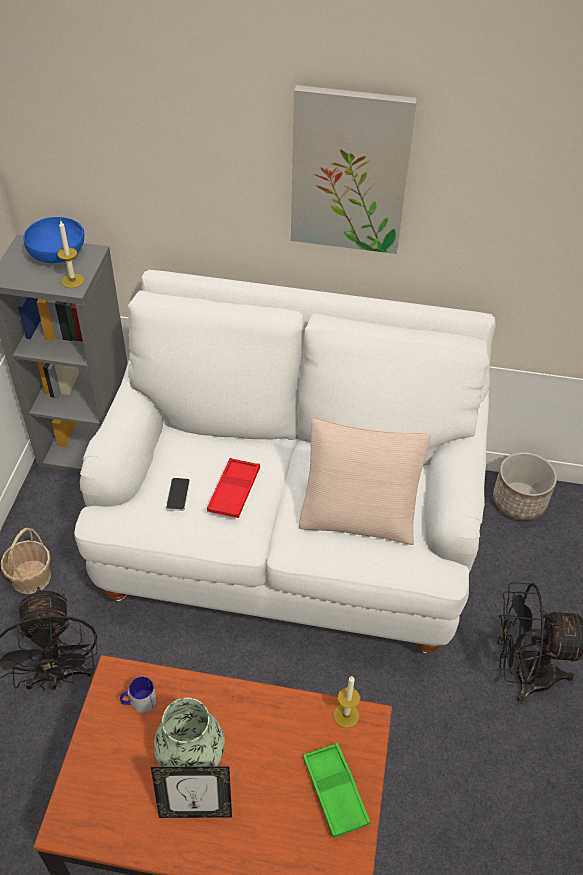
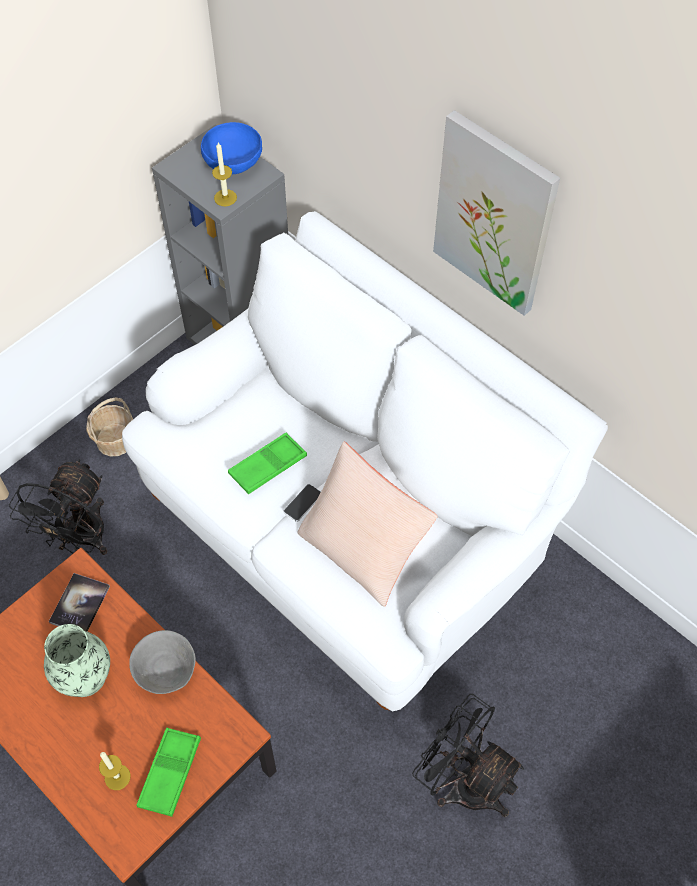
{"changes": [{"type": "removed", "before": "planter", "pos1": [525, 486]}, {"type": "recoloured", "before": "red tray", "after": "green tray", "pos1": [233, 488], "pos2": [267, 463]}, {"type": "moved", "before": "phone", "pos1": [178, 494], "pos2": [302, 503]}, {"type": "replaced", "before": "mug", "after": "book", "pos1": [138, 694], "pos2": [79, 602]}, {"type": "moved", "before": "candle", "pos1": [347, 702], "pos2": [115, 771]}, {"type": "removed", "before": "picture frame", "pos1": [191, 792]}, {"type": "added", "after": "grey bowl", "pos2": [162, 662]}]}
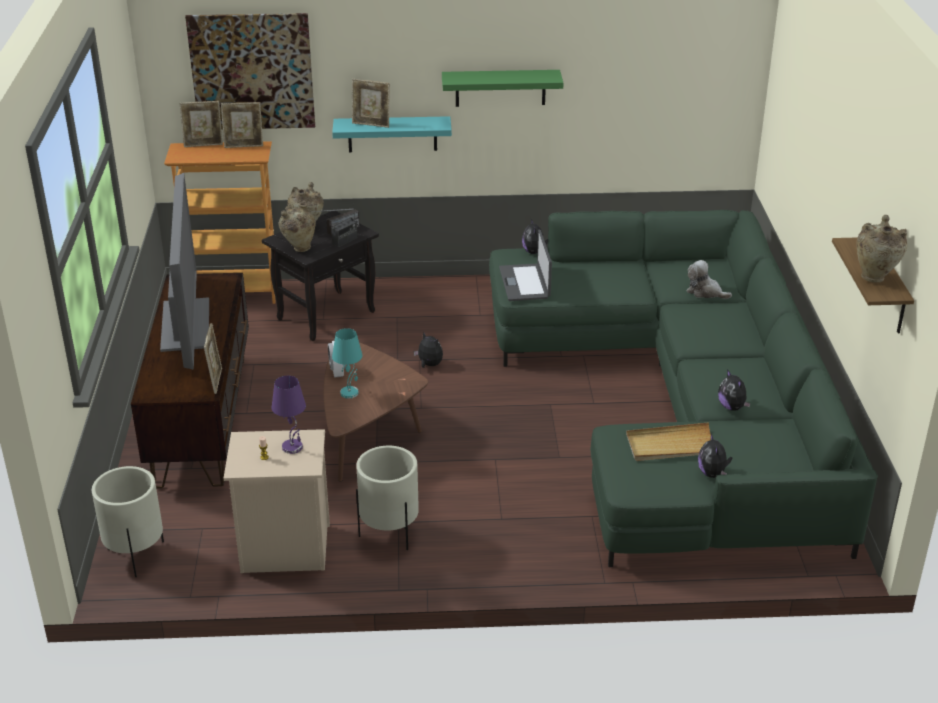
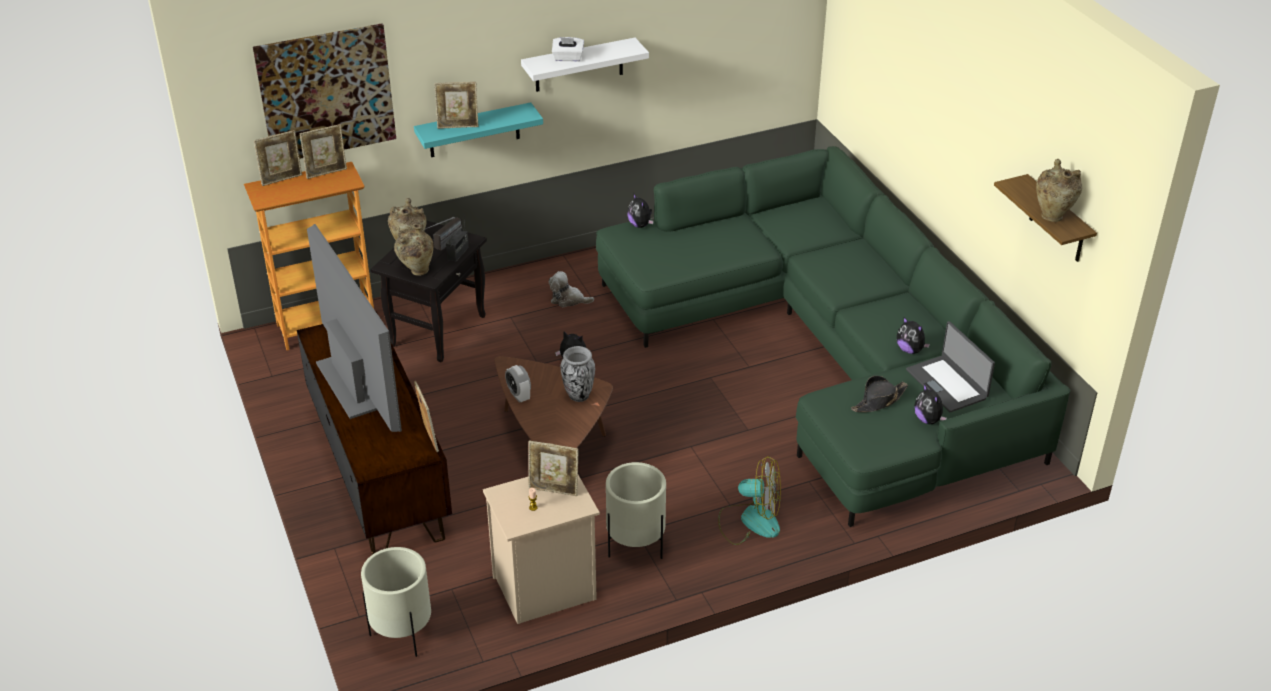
{"changes": [{"type": "recoloured", "before": "green shelf", "after": "white shelf", "pos1": [503, 88], "pos2": [585, 65]}, {"type": "moved", "before": "laptop", "pos1": [525, 265], "pos2": [950, 366]}, {"type": "moved", "before": "plush toy", "pos1": [709, 279], "pos2": [571, 289]}, {"type": "removed", "before": "turquoise table lamp", "pos1": [347, 363]}, {"type": "replaced", "before": "purple table lamp", "after": "picture frame", "pos1": [289, 415], "pos2": [553, 468]}, {"type": "replaced", "before": "beige tray", "after": "black hat", "pos1": [668, 441], "pos2": [879, 394]}, {"type": "added", "after": "white tissue box", "pos2": [568, 49]}, {"type": "added", "after": "vase", "pos2": [577, 374]}, {"type": "added", "after": "fan", "pos2": [749, 500]}]}
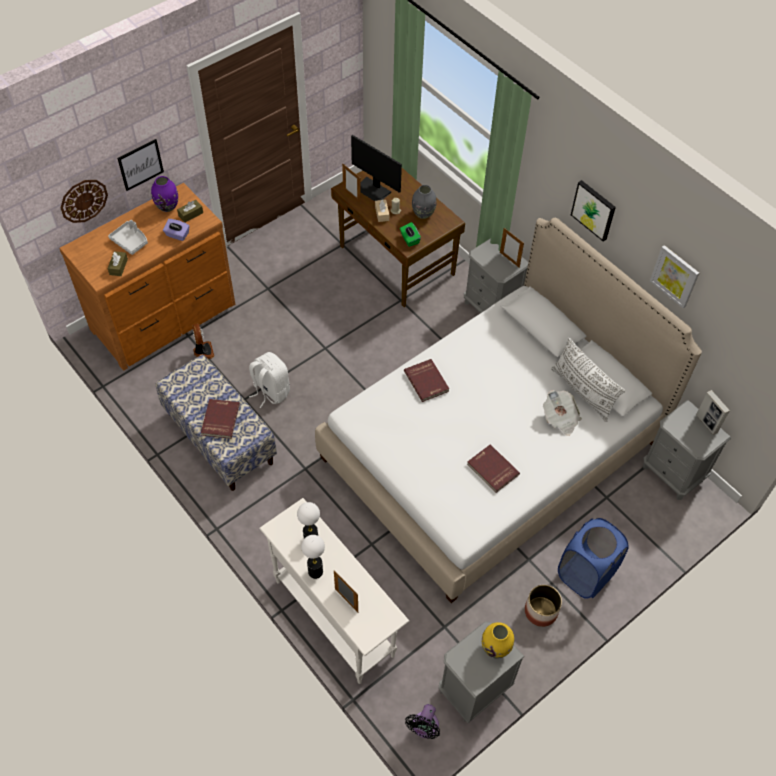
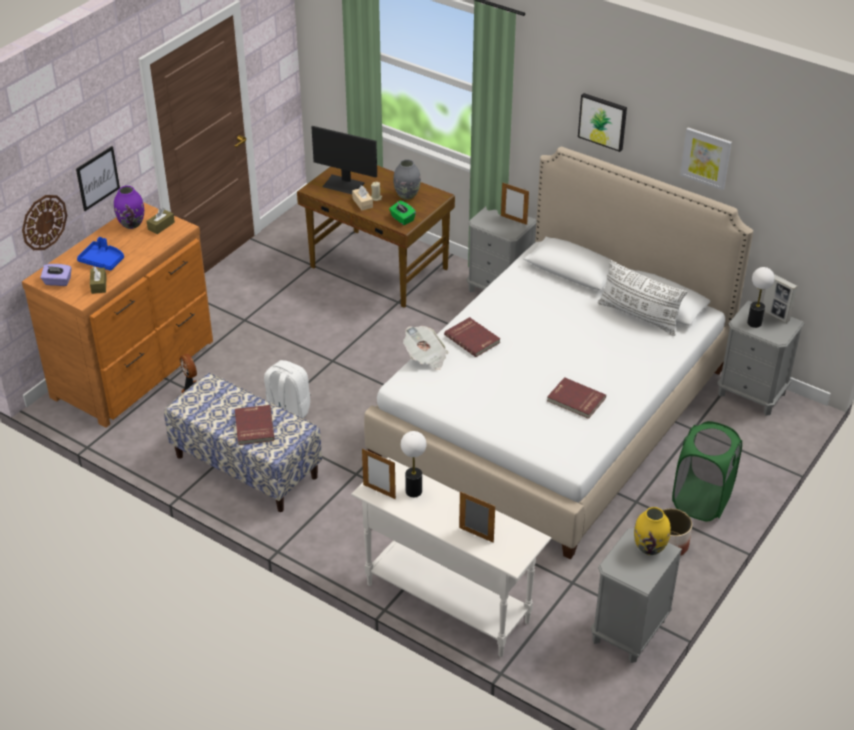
{"changes": [{"type": "moved", "before": "picture frame", "pos1": [351, 183], "pos2": [379, 474]}, {"type": "moved", "before": "purple tissue box", "pos1": [176, 230], "pos2": [56, 275]}, {"type": "recoloured", "before": "grey tray", "after": "blue tray", "pos1": [128, 237], "pos2": [100, 254]}, {"type": "moved", "before": "newspaper", "pos1": [562, 413], "pos2": [425, 348]}, {"type": "recoloured", "before": "blue laundry basket", "after": "green laundry basket", "pos1": [593, 558], "pos2": [707, 471]}, {"type": "moved", "before": "table lamp", "pos1": [313, 557], "pos2": [761, 297]}, {"type": "removed", "before": "black fan", "pos1": [422, 721]}]}
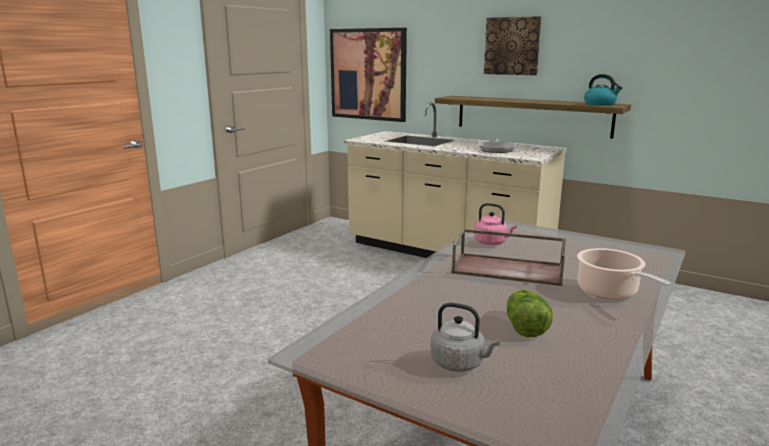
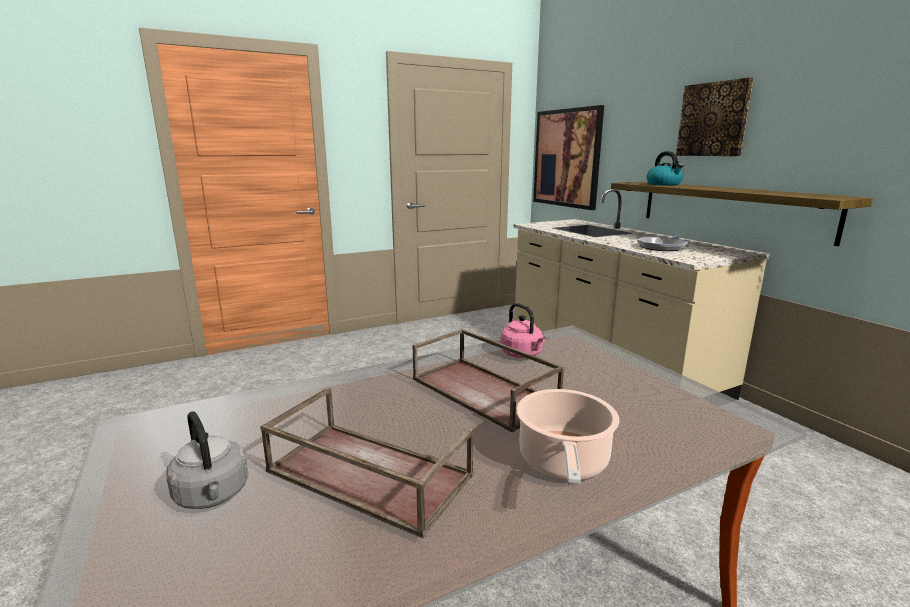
{"changes": [{"type": "moved", "before": "kettle", "pos1": [603, 90], "pos2": [665, 168]}, {"type": "replaced", "before": "lettuce", "after": "brown tray", "pos1": [530, 313], "pos2": [367, 462]}]}
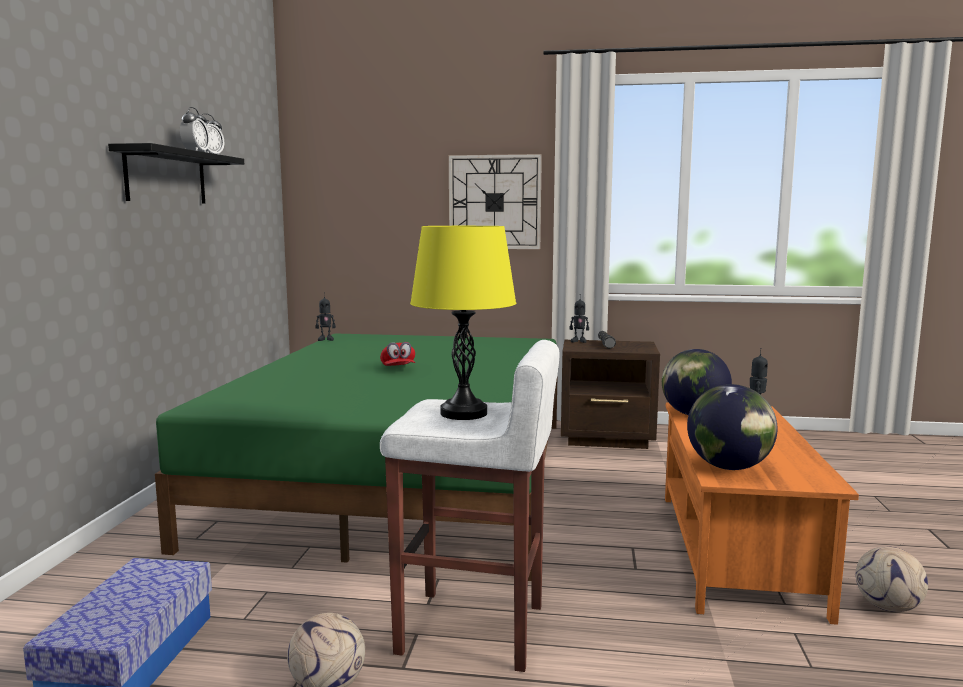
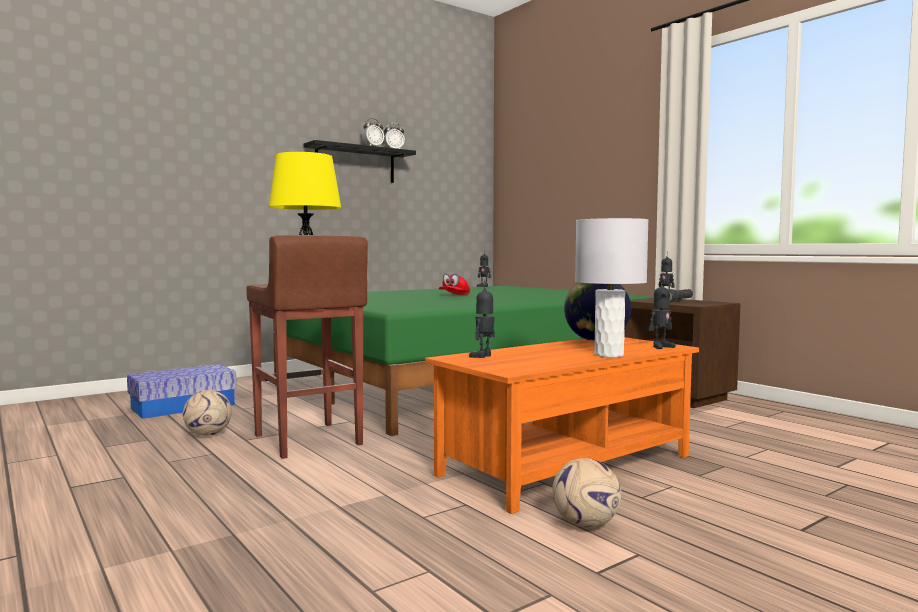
{"changes": [{"type": "removed", "before": "wall clock", "pos1": [495, 201]}, {"type": "recoloured", "before": "white stool", "after": "brown stool", "pos1": [470, 506], "pos2": [307, 347]}, {"type": "replaced", "before": "globe", "after": "toy robot", "pos1": [732, 427], "pos2": [482, 319]}, {"type": "added", "after": "grey table lamp", "pos2": [612, 287]}]}
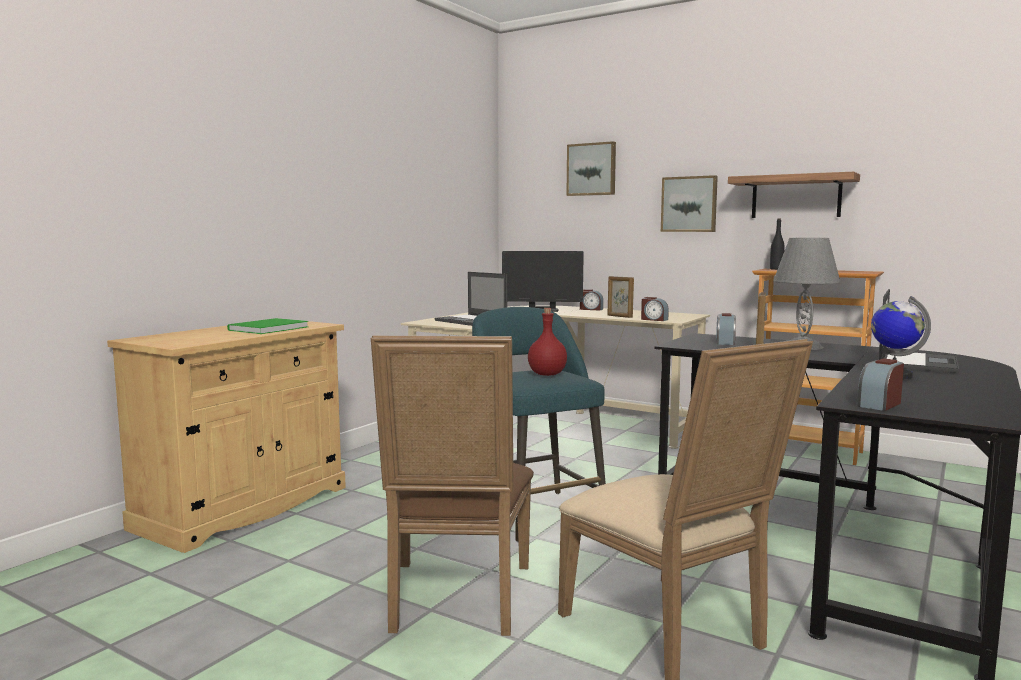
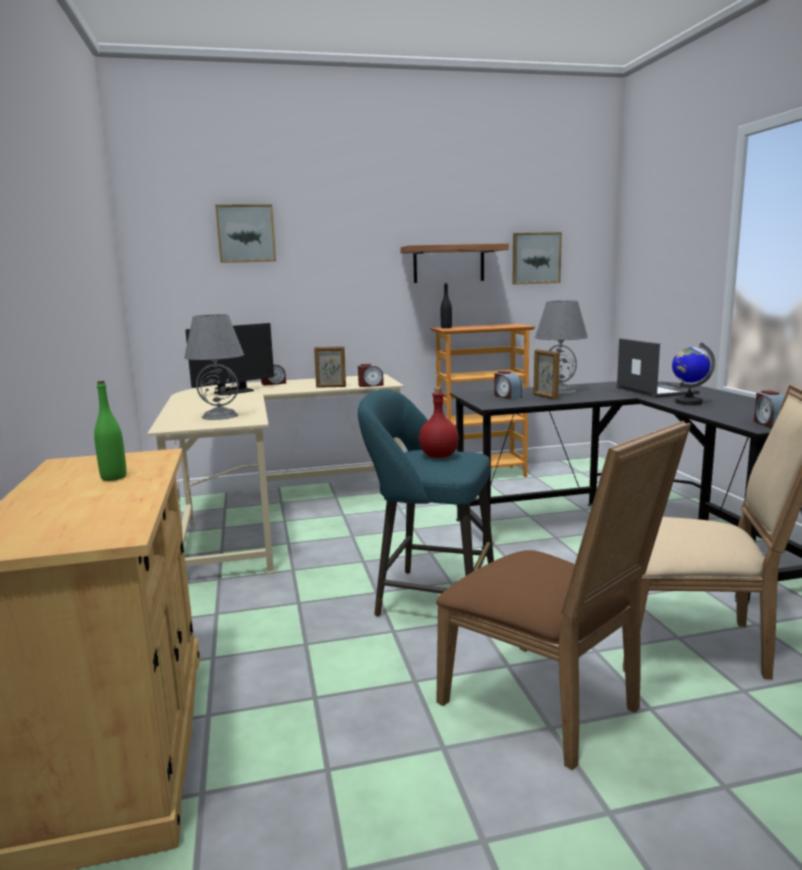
{"changes": [{"type": "moved", "before": "picture", "pos1": [689, 203], "pos2": [537, 258]}, {"type": "replaced", "before": "laptop", "after": "grey table lamp", "pos1": [471, 299], "pos2": [214, 367]}, {"type": "replaced", "before": "green book", "after": "green bottle", "pos1": [267, 326], "pos2": [110, 431]}]}
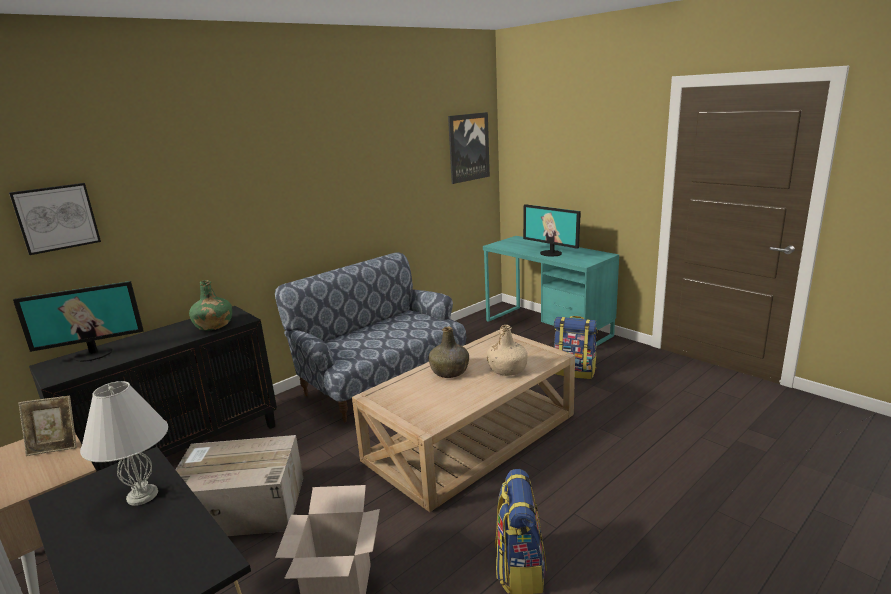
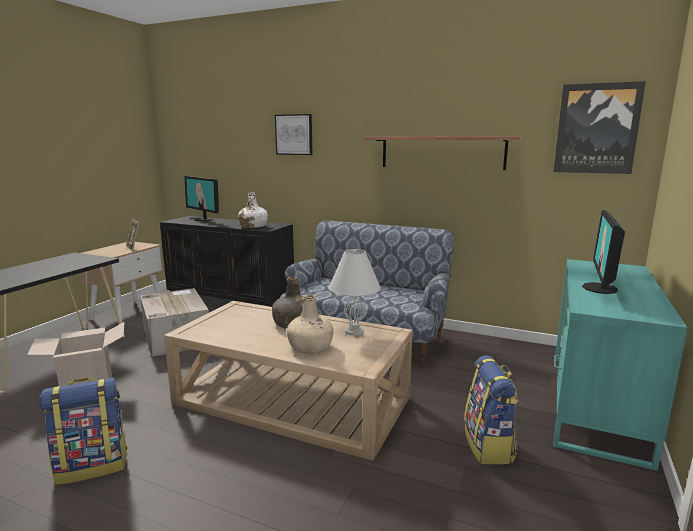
{"changes": [{"type": "moved", "before": "picture", "pos1": [55, 219], "pos2": [293, 134]}, {"type": "recoloured", "before": "green bottle", "after": "white bottle", "pos1": [210, 305], "pos2": [253, 210]}, {"type": "moved", "before": "white table lamp", "pos1": [124, 443], "pos2": [355, 292]}, {"type": "added", "after": "shelf", "pos2": [443, 153]}]}
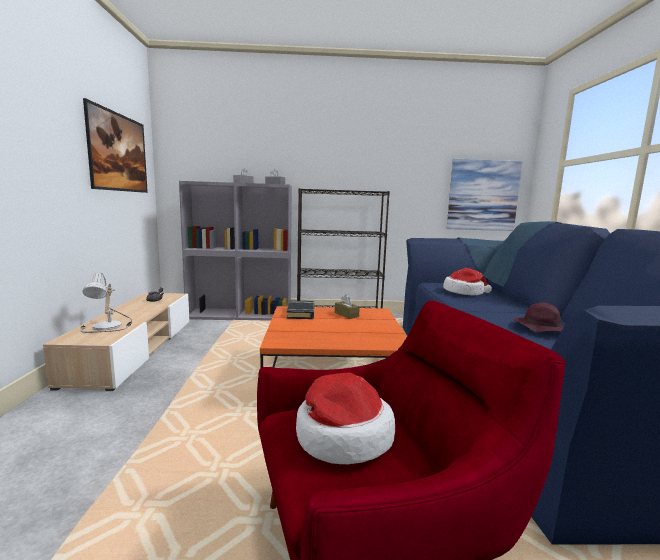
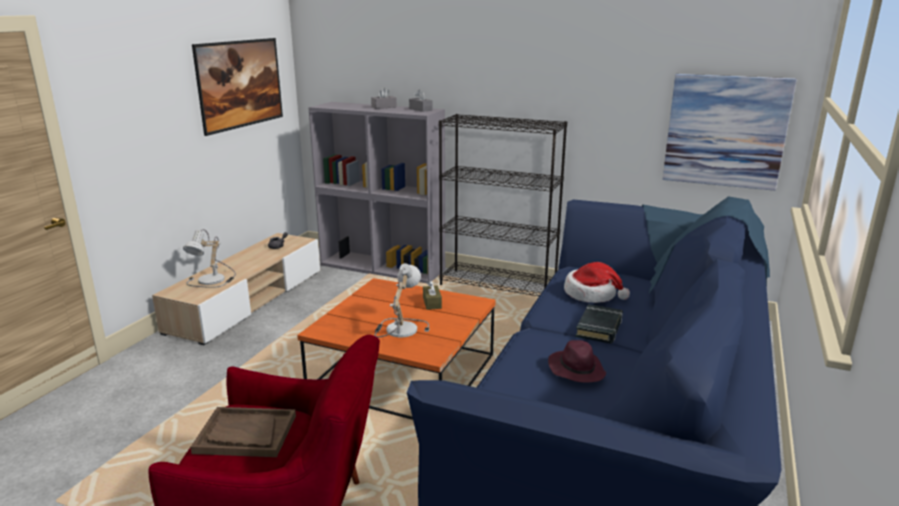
{"changes": [{"type": "moved", "before": "black book", "pos1": [301, 310], "pos2": [599, 324]}, {"type": "replaced", "before": "hat", "after": "brown tray", "pos1": [345, 419], "pos2": [243, 432]}, {"type": "added", "after": "table lamp", "pos2": [401, 300]}]}
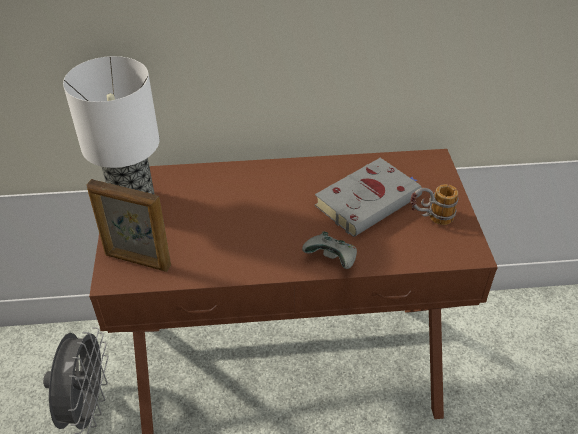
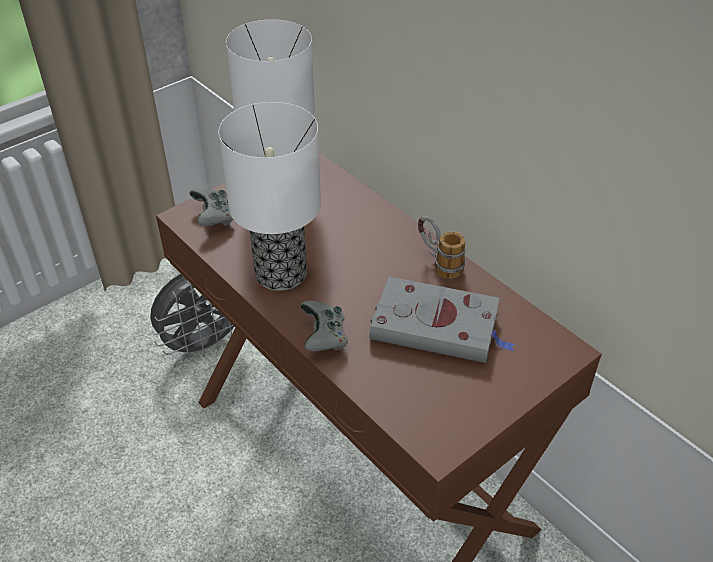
{"changes": [{"type": "replaced", "before": "picture frame", "after": "grey game controller", "pos1": [129, 225], "pos2": [211, 207]}, {"type": "moved", "before": "mug", "pos1": [434, 204], "pos2": [442, 247]}, {"type": "added", "after": "table lamp", "pos2": [270, 196]}]}
